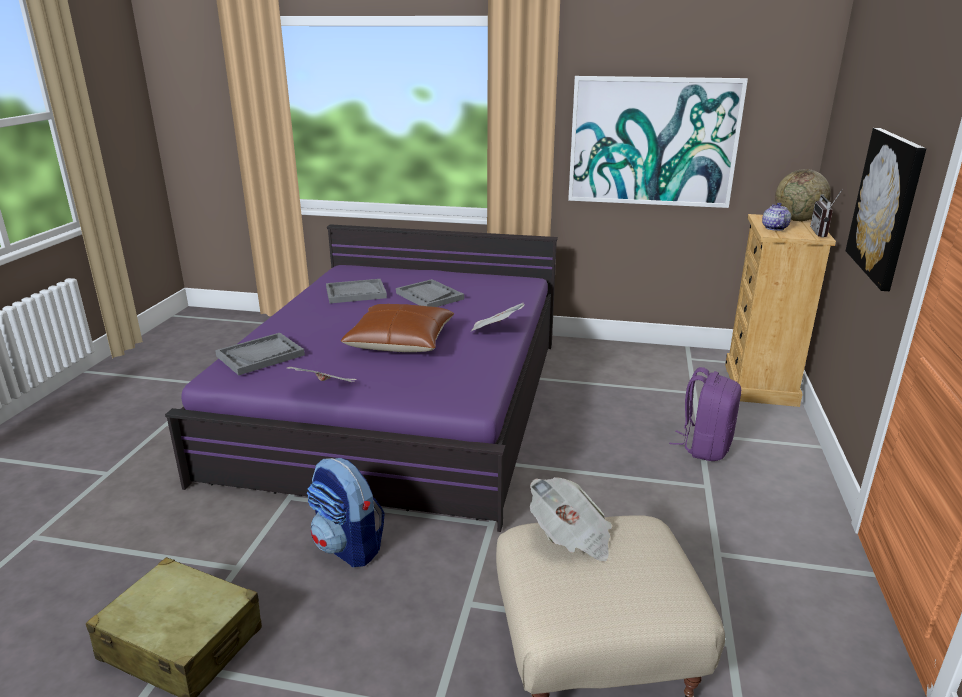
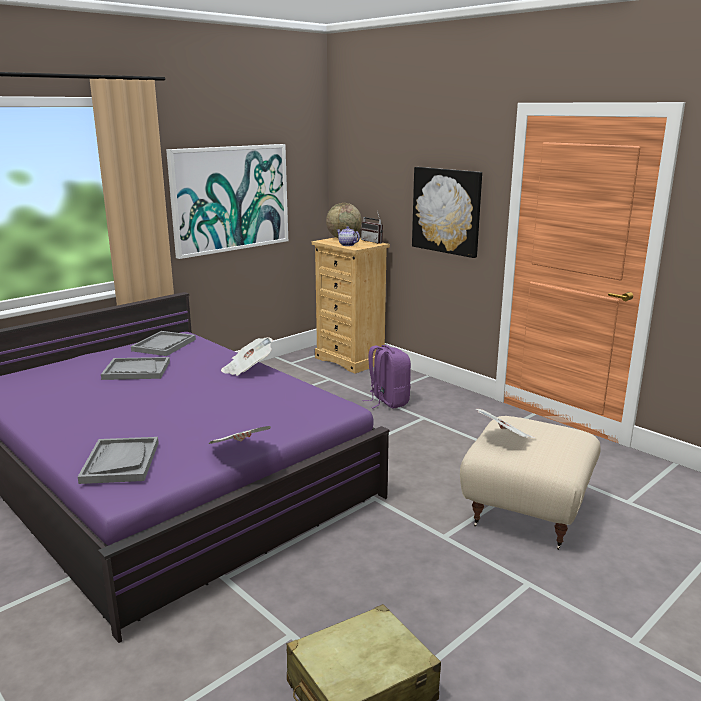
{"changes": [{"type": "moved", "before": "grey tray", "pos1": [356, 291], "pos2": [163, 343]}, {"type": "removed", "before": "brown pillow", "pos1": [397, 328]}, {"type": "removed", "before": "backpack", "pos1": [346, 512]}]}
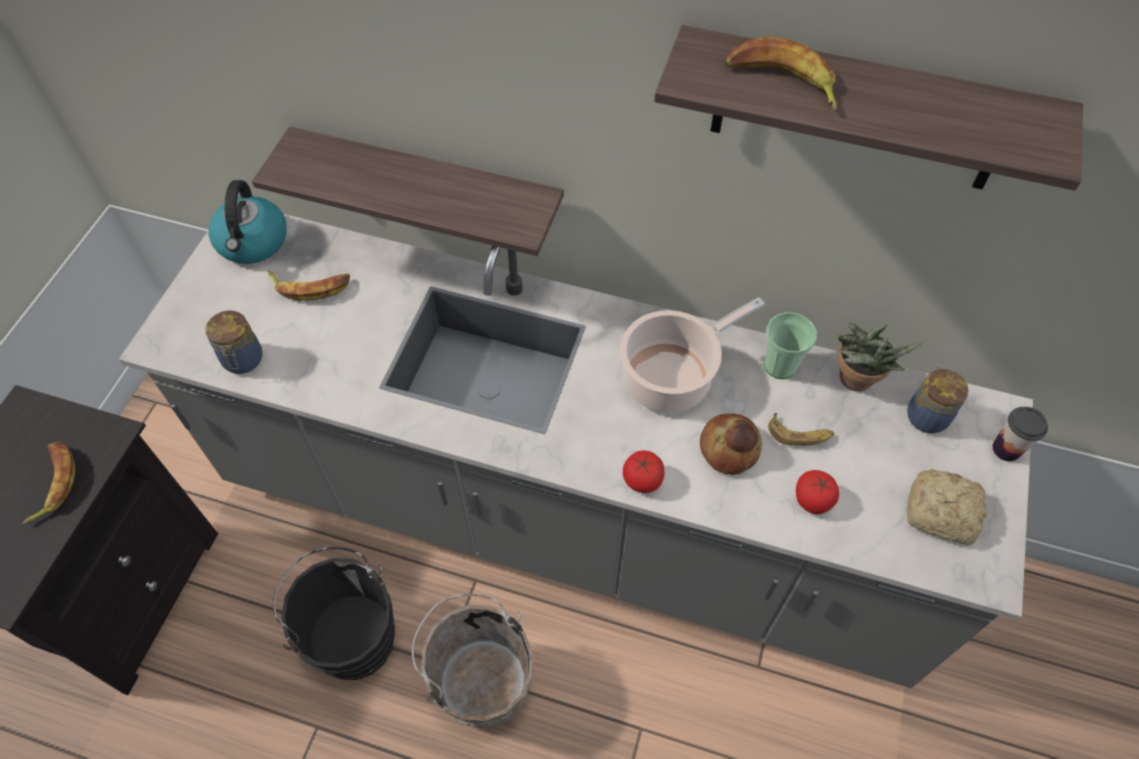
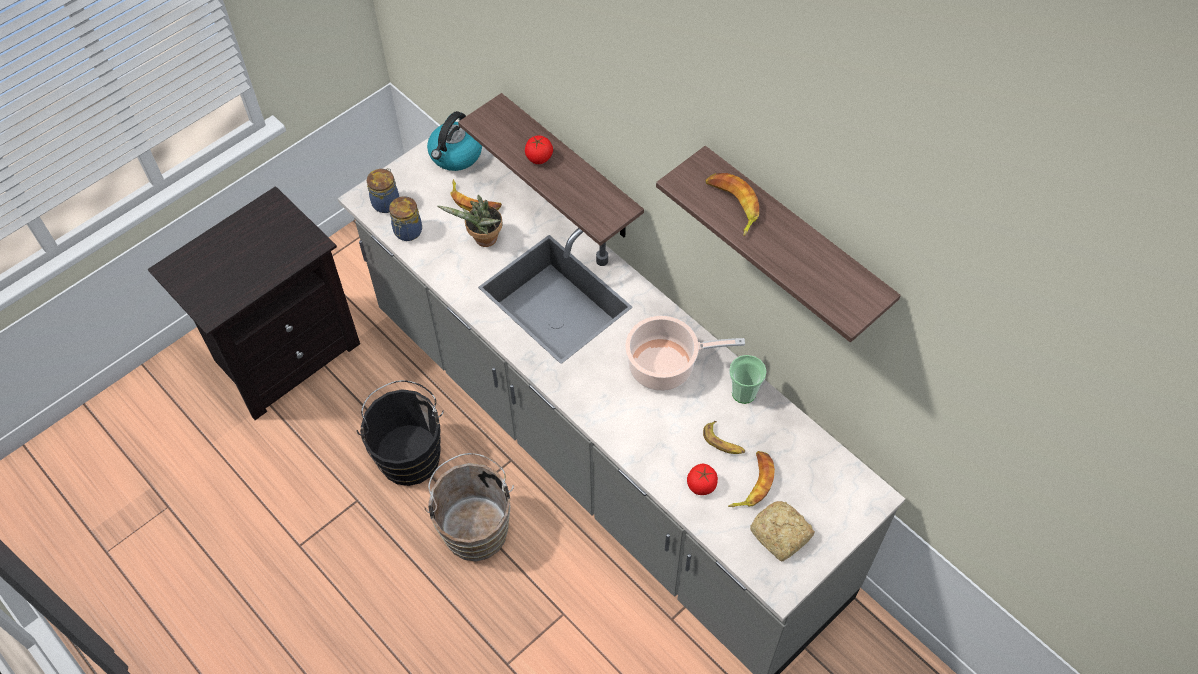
{"changes": [{"type": "moved", "before": "potted plant", "pos1": [879, 357], "pos2": [469, 221]}, {"type": "moved", "before": "jar", "pos1": [937, 400], "pos2": [383, 190]}, {"type": "removed", "before": "cup", "pos1": [1020, 434]}, {"type": "removed", "before": "bread", "pos1": [731, 444]}, {"type": "moved", "before": "banana", "pos1": [49, 483], "pos2": [751, 479]}, {"type": "moved", "before": "tomato", "pos1": [644, 472], "pos2": [539, 150]}]}
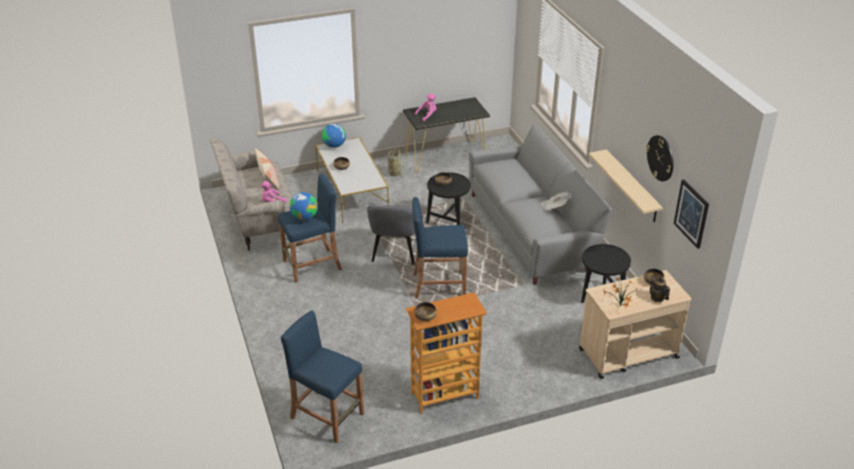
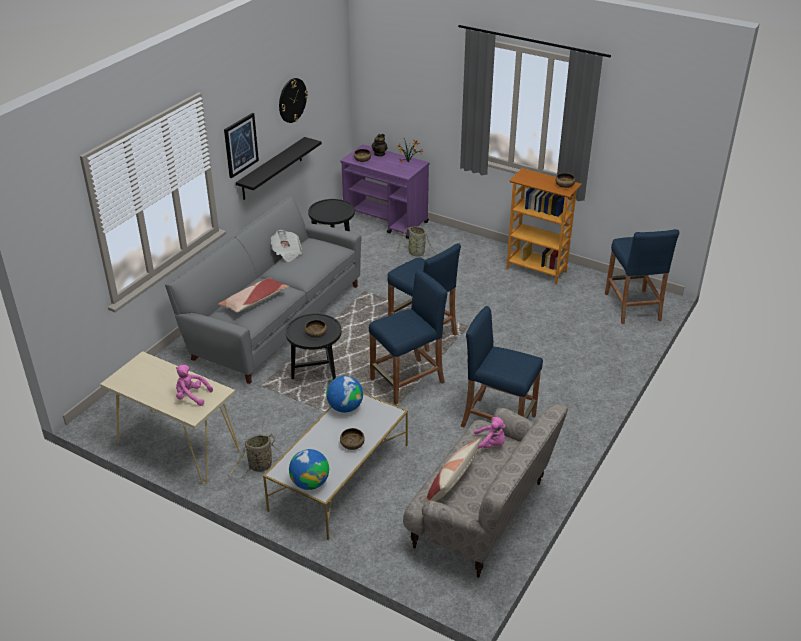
{"changes": [{"type": "recoloured", "before": "black console table", "after": "beige console table", "pos1": [446, 134], "pos2": [170, 417]}, {"type": "recoloured", "before": "beige shelf", "after": "black shelf", "pos1": [626, 185], "pos2": [279, 168]}, {"type": "moved", "before": "picture", "pos1": [691, 214], "pos2": [241, 145]}, {"type": "moved", "before": "globe", "pos1": [303, 206], "pos2": [344, 394]}, {"type": "replaced", "before": "grey armchair", "after": "blue stool", "pos1": [394, 233], "pos2": [408, 336]}, {"type": "recoloured", "before": "beige cart", "after": "purple cart", "pos1": [635, 324], "pos2": [385, 191]}, {"type": "added", "after": "basket", "pos2": [417, 241]}, {"type": "added", "after": "pillow", "pos2": [253, 295]}]}
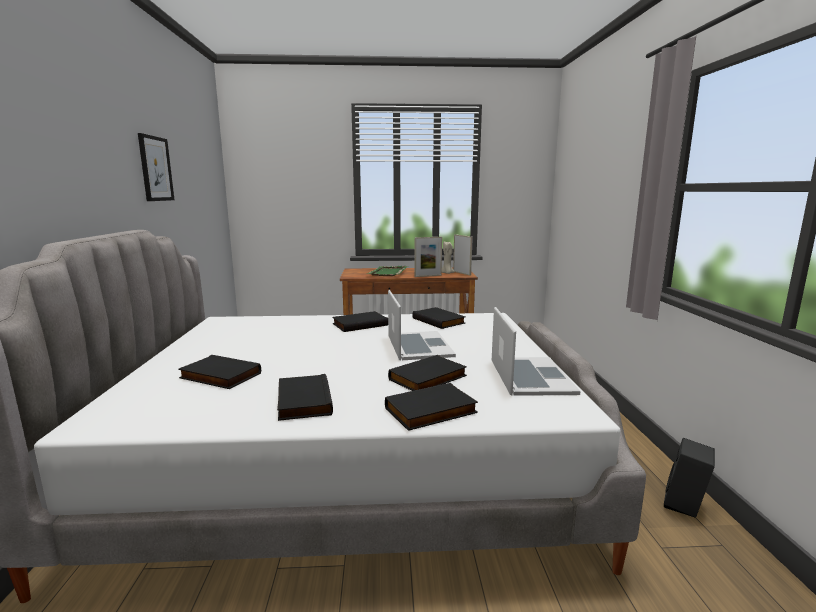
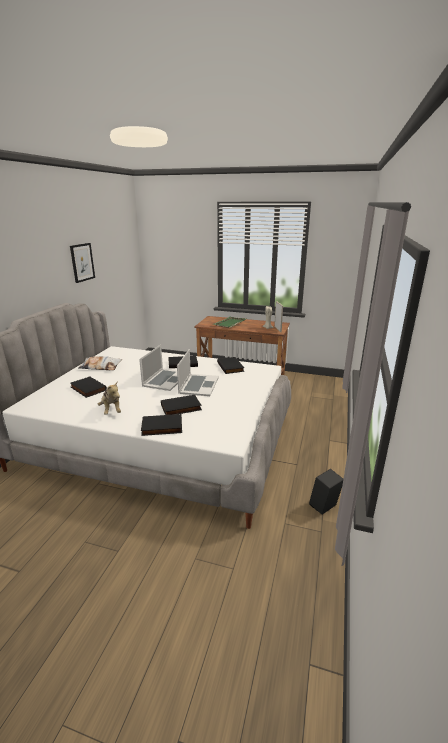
{"changes": [{"type": "removed", "before": "picture frame", "pos1": [428, 257]}, {"type": "moved", "before": "laptop", "pos1": [536, 351], "pos2": [158, 368]}, {"type": "replaced", "before": "black book", "after": "plush toy", "pos1": [305, 397], "pos2": [109, 398]}, {"type": "added", "after": "pillow", "pos2": [100, 363]}]}
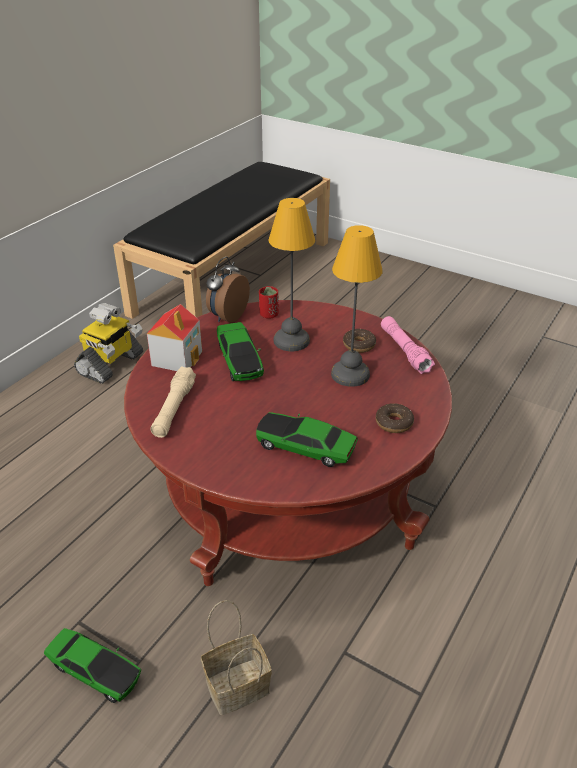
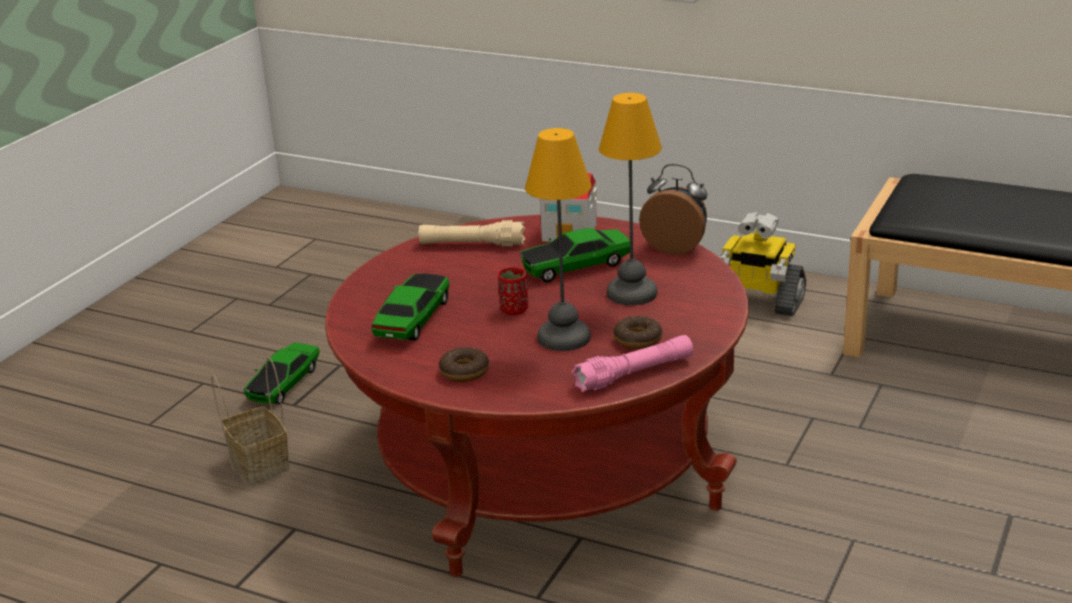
{"changes": [{"type": "moved", "before": "red cup", "pos1": [269, 302], "pos2": [512, 291]}]}
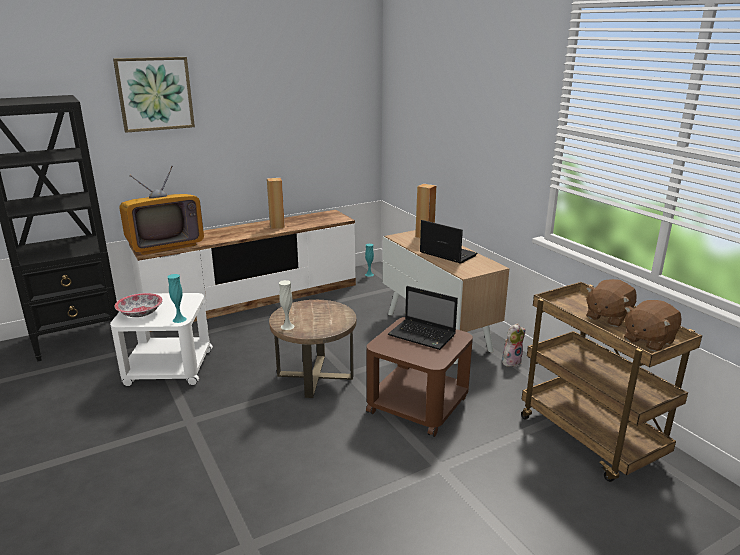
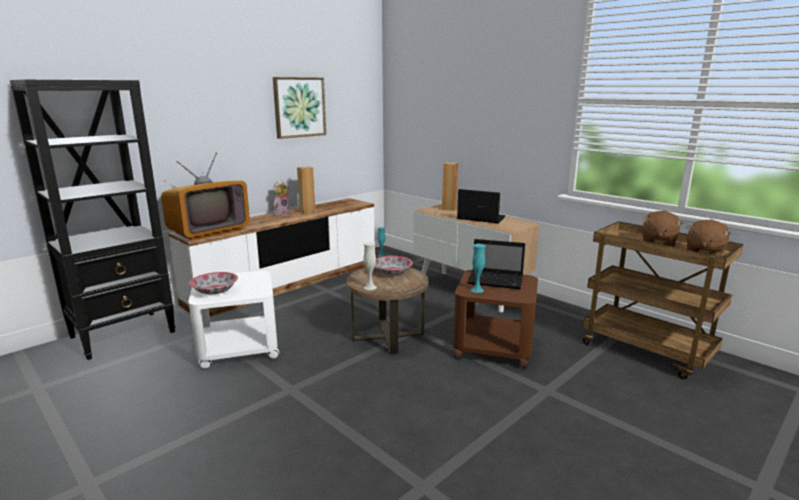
{"changes": [{"type": "moved", "before": "picture", "pos1": [154, 95], "pos2": [299, 108]}, {"type": "moved", "before": "turquoise vase", "pos1": [177, 298], "pos2": [478, 268]}, {"type": "moved", "before": "plush toy", "pos1": [514, 345], "pos2": [281, 198]}, {"type": "added", "after": "bowl", "pos2": [394, 265]}]}
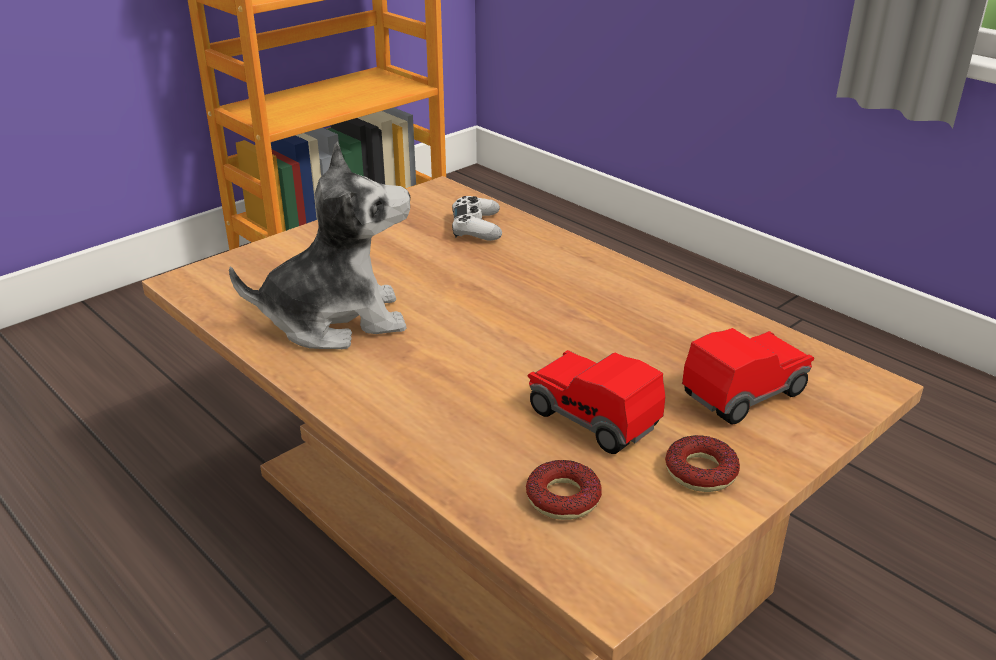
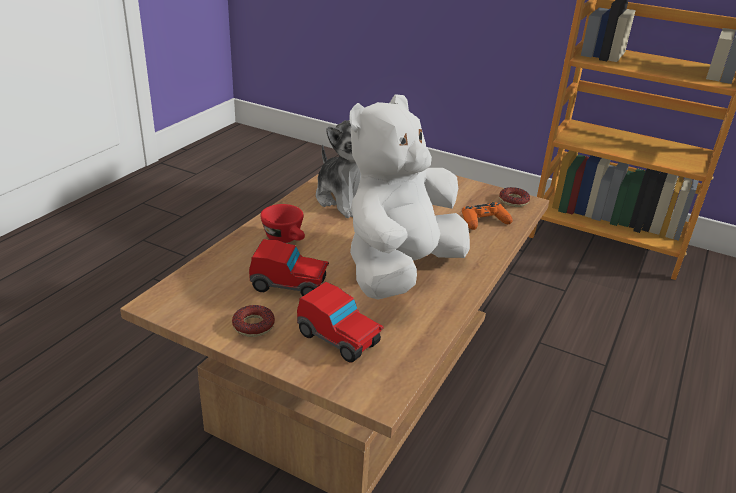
{"changes": [{"type": "recoloured", "before": "white game controller", "after": "orange game controller", "pos1": [477, 218], "pos2": [487, 216]}, {"type": "turned", "before": "toy car", "pos1": [596, 402], "pos2": [289, 267], "turn": 75}, {"type": "moved", "before": "donut", "pos1": [564, 490], "pos2": [514, 197]}, {"type": "added", "after": "white plush toy", "pos2": [409, 196]}, {"type": "added", "after": "red cup", "pos2": [282, 223]}]}
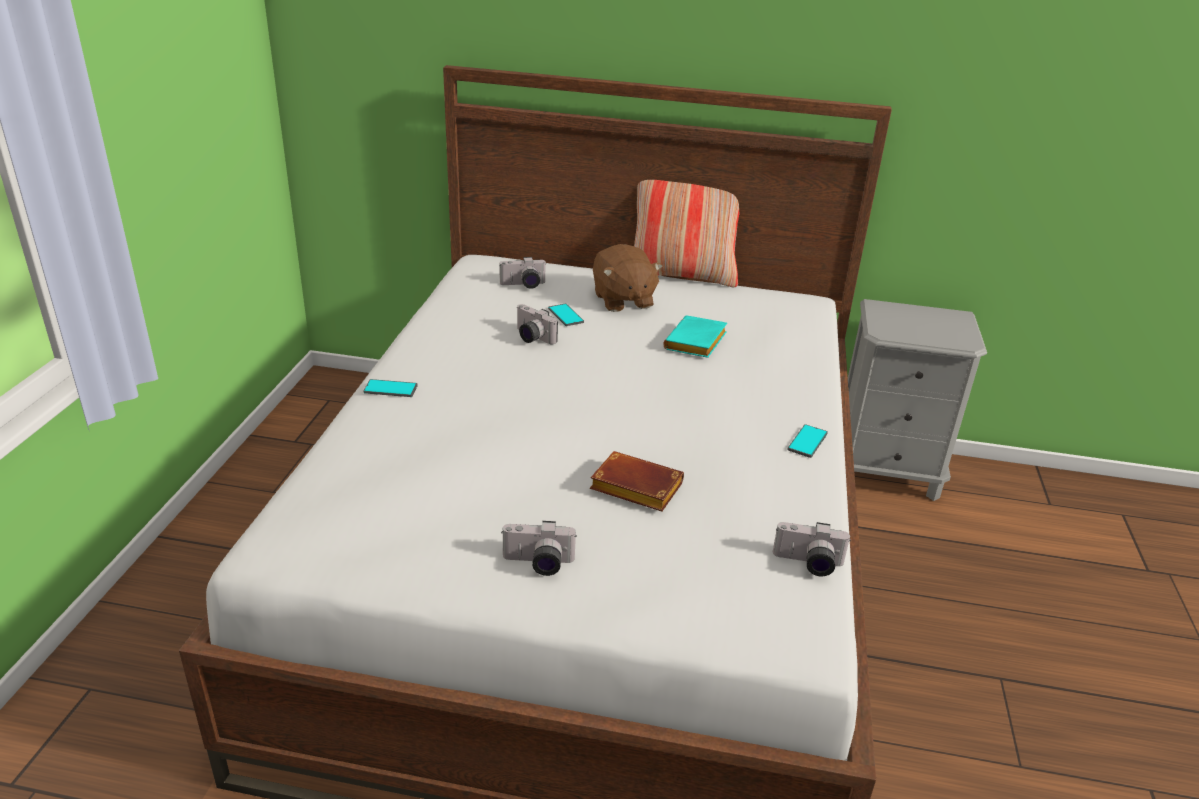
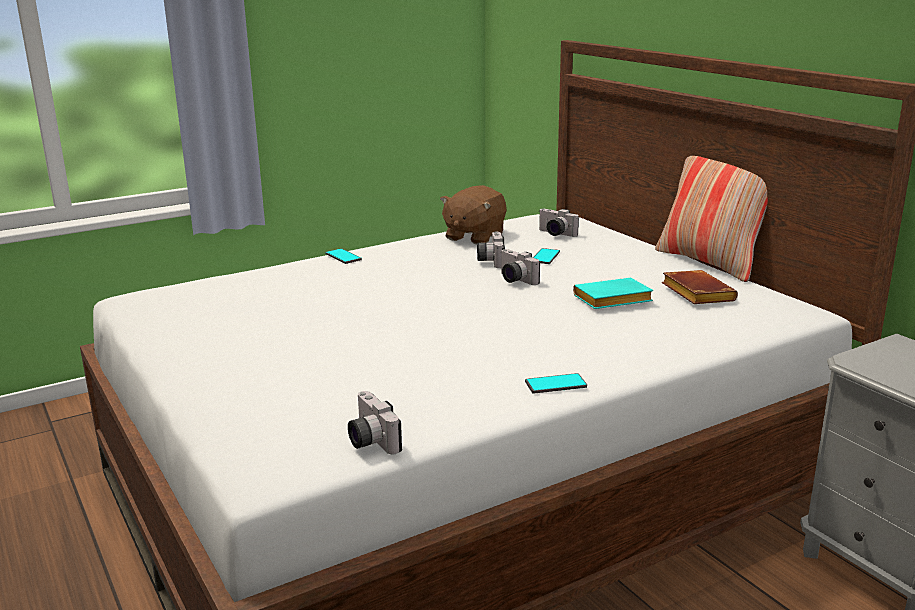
{"changes": [{"type": "moved", "before": "brown plush toy", "pos1": [628, 278], "pos2": [473, 214]}, {"type": "moved", "before": "brown book", "pos1": [637, 481], "pos2": [700, 287]}, {"type": "moved", "before": "photo camera", "pos1": [539, 548], "pos2": [520, 267]}]}
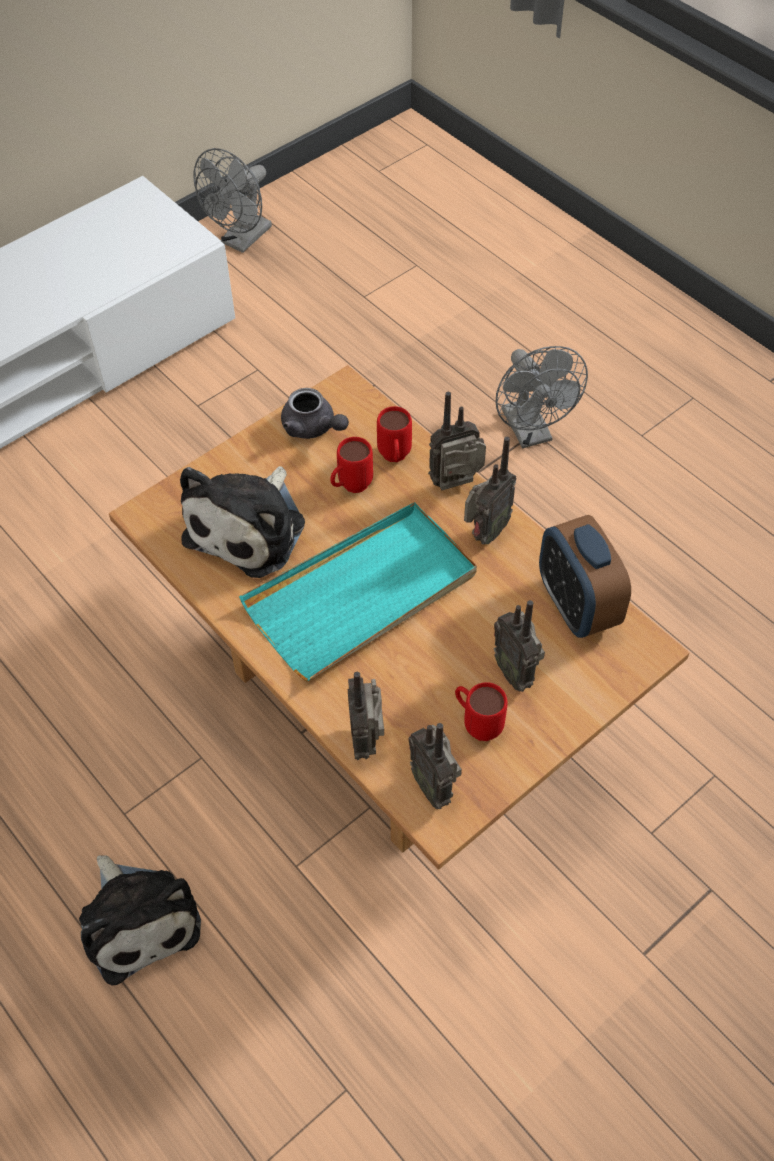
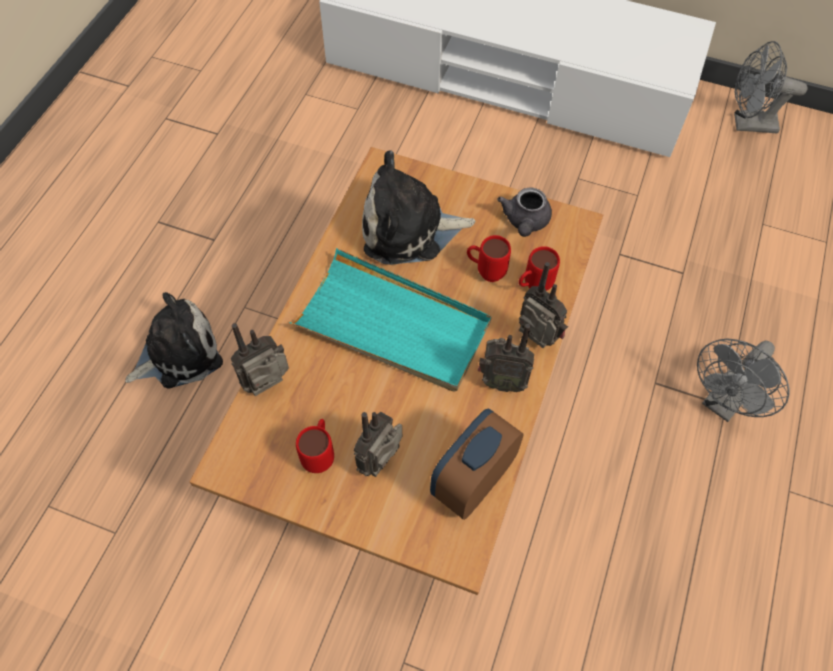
{"changes": [{"type": "removed", "before": "radio", "pos1": [435, 766]}, {"type": "turned", "before": "plush toy", "pos1": [140, 920], "pos2": [174, 340], "turn": -150}]}
